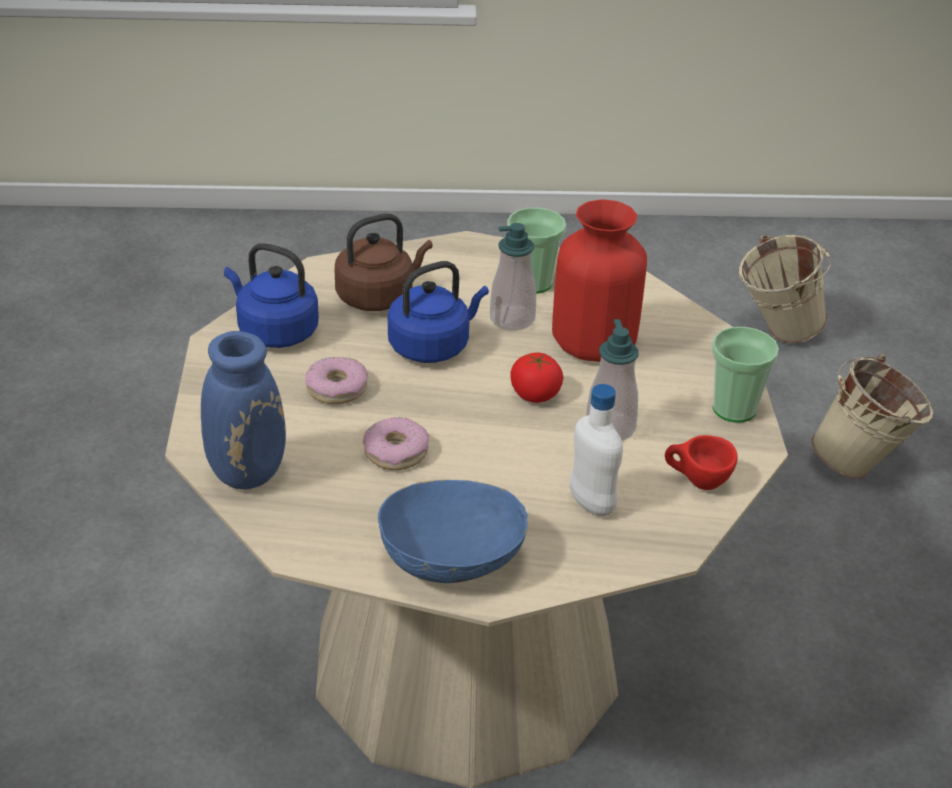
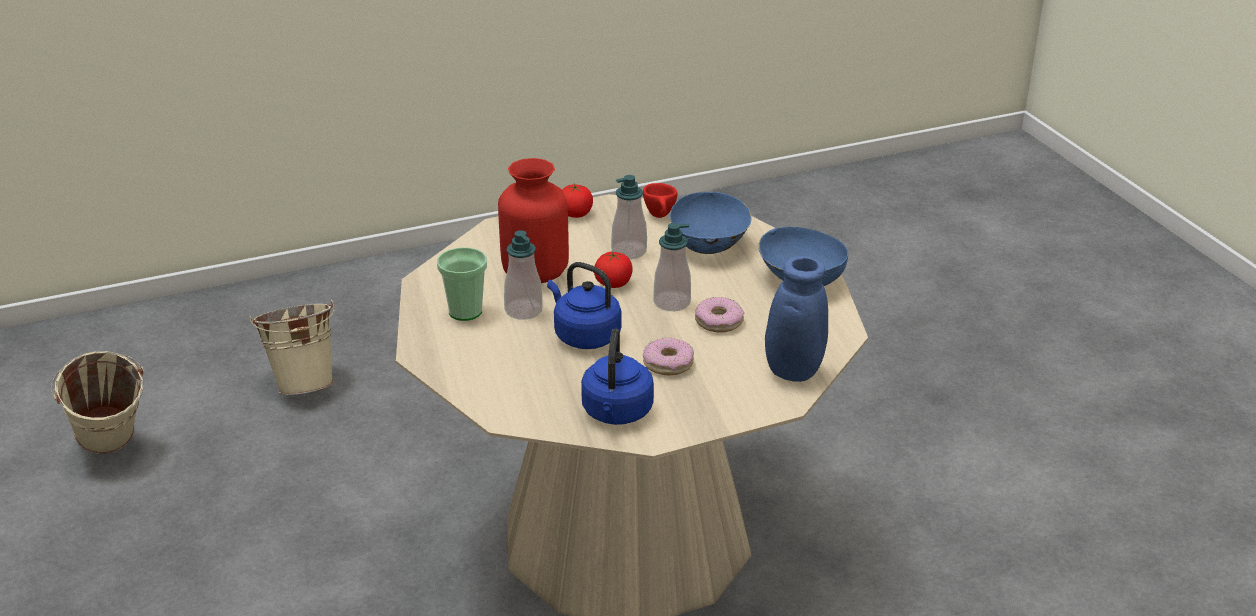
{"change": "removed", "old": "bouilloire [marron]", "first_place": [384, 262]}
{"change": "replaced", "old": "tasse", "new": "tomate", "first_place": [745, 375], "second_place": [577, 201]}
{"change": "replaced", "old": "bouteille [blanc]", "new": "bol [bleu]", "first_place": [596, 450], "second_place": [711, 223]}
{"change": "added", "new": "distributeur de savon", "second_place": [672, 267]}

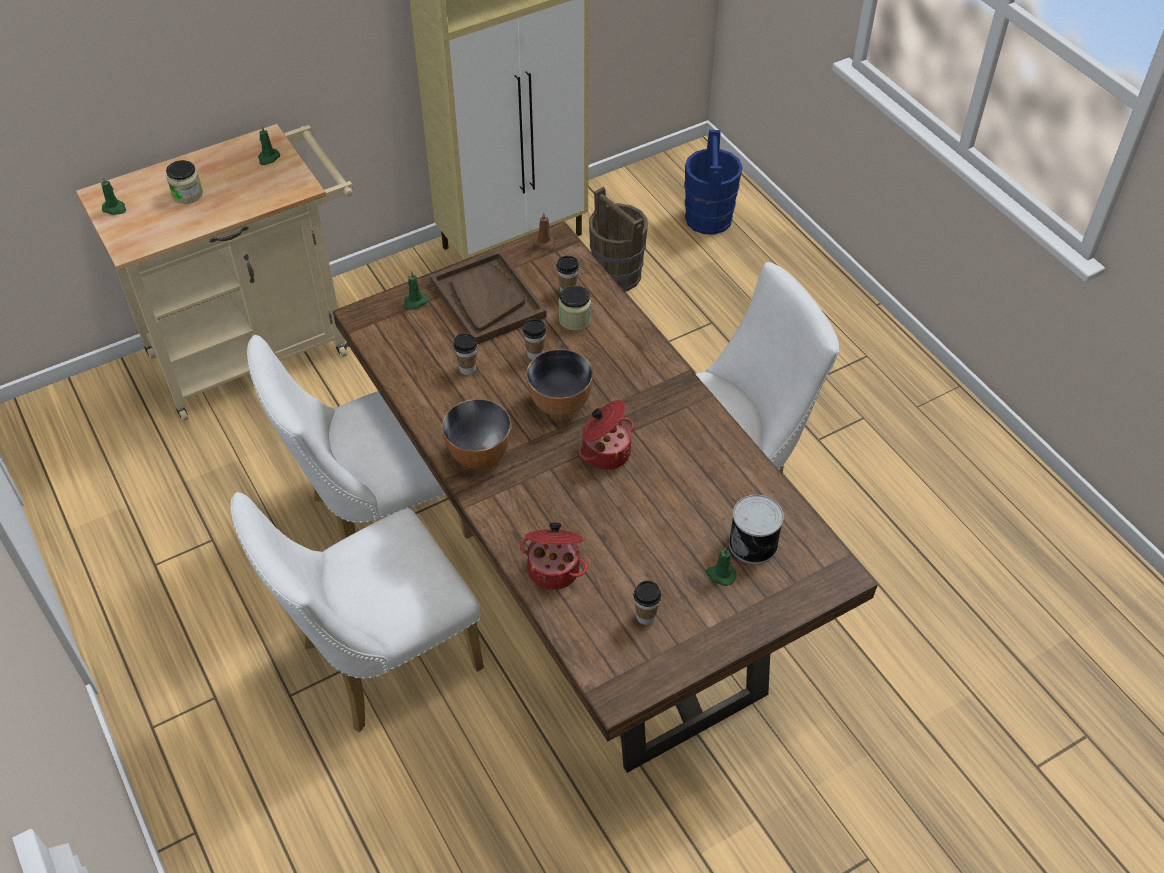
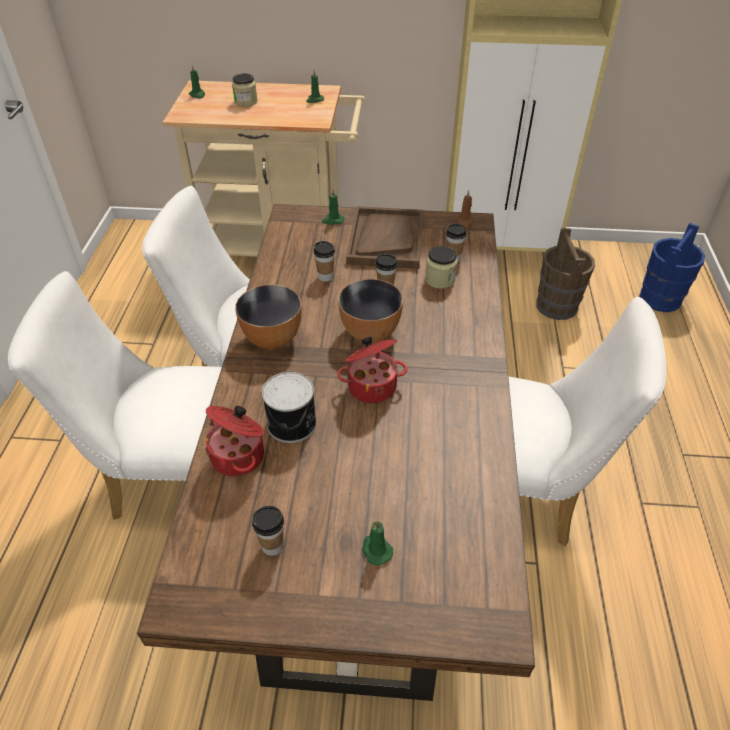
{"change": "moved", "old": "boîte métallique", "first_place": [756, 529], "second_place": [289, 407]}

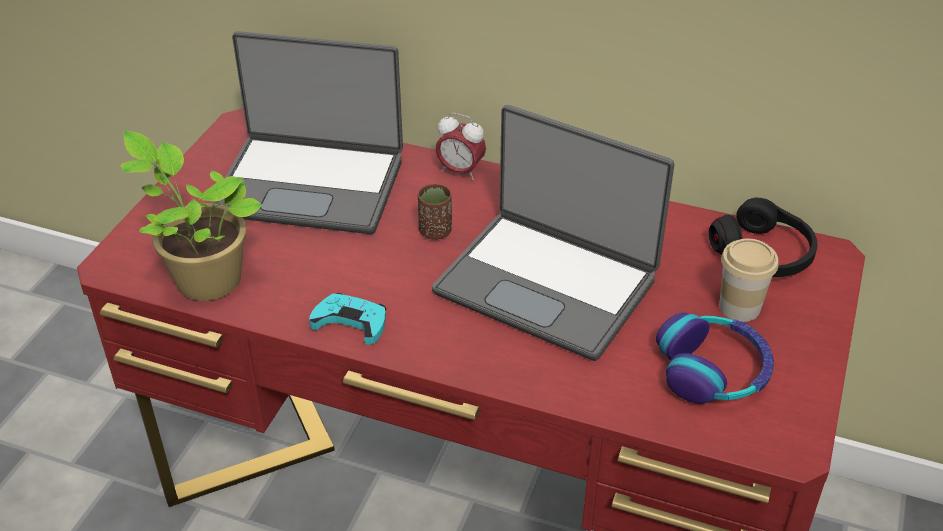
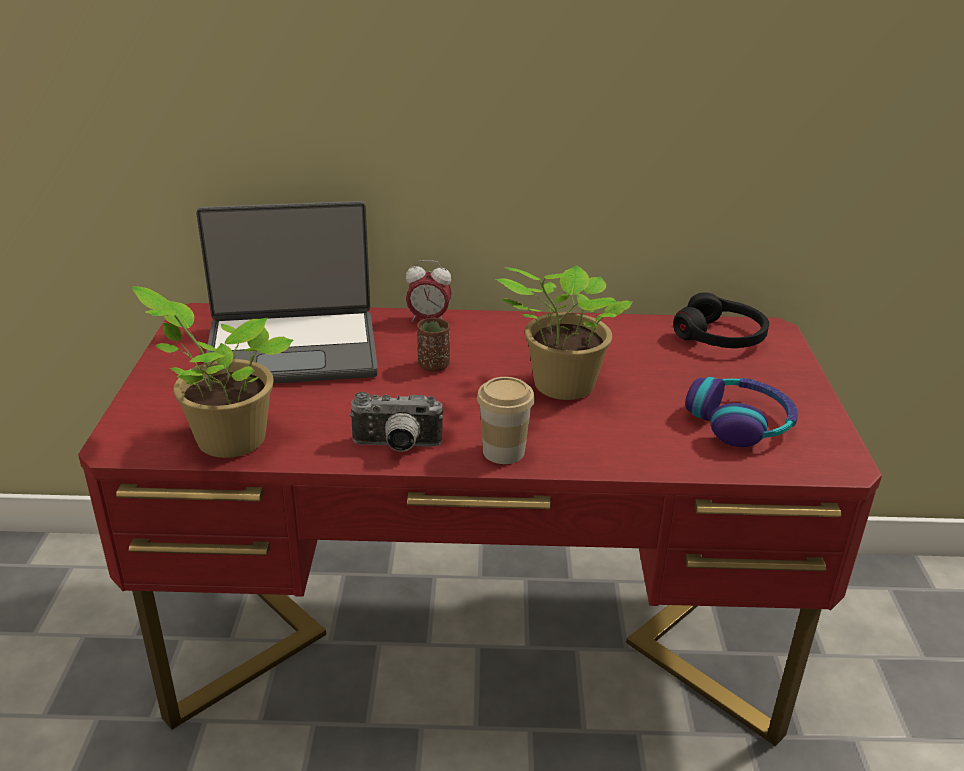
{"change": "replaced", "old": "ordinateur portable", "new": "plante en pot", "first_place": [553, 233], "second_place": [564, 332]}
{"change": "moved", "old": "tasse", "first_place": [748, 280], "second_place": [506, 420]}
{"change": "replaced", "old": "manette [turquoise]", "new": "appareil photo", "first_place": [347, 318], "second_place": [396, 422]}

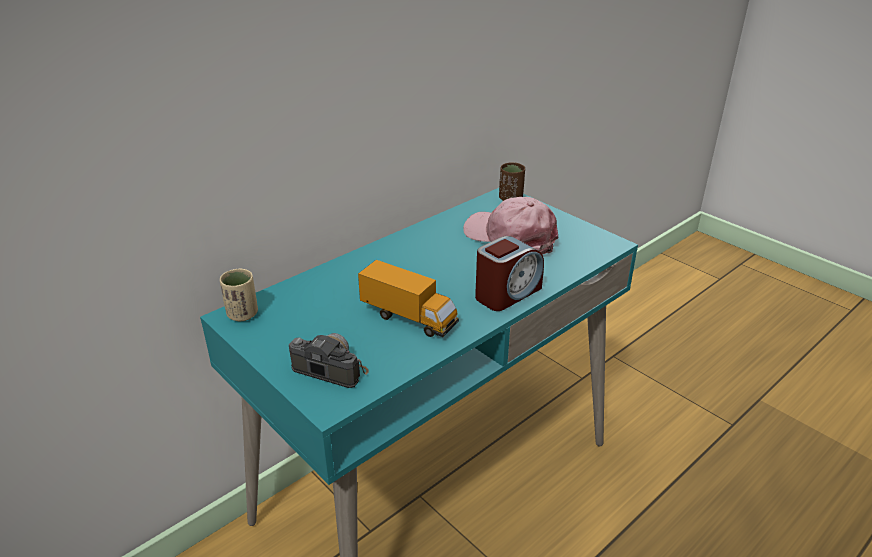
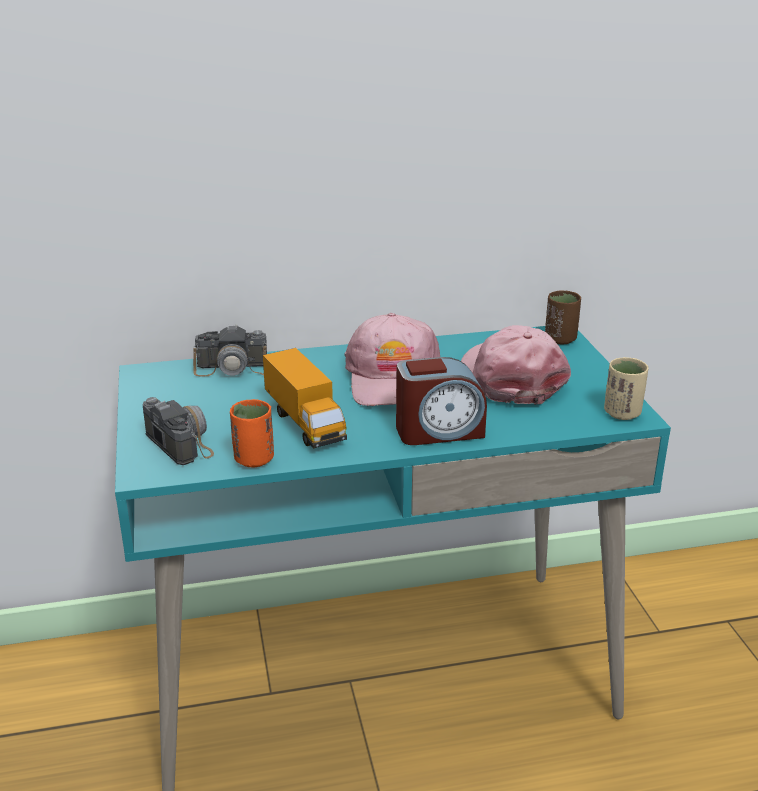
{"change": "moved", "old": "tasse [beige]", "first_place": [239, 294], "second_place": [626, 388]}
{"change": "added", "new": "casquette [rose]", "second_place": [392, 359]}
{"change": "added", "new": "appareil photo", "second_place": [230, 350]}
{"change": "added", "new": "tasse [orange]", "second_place": [252, 433]}

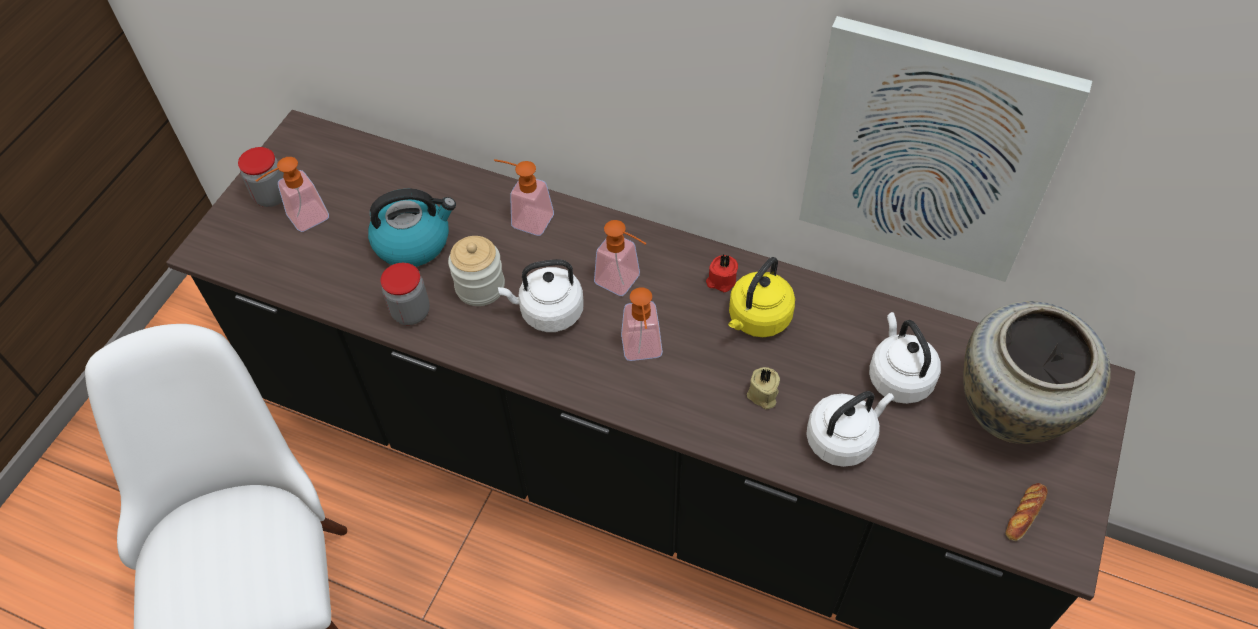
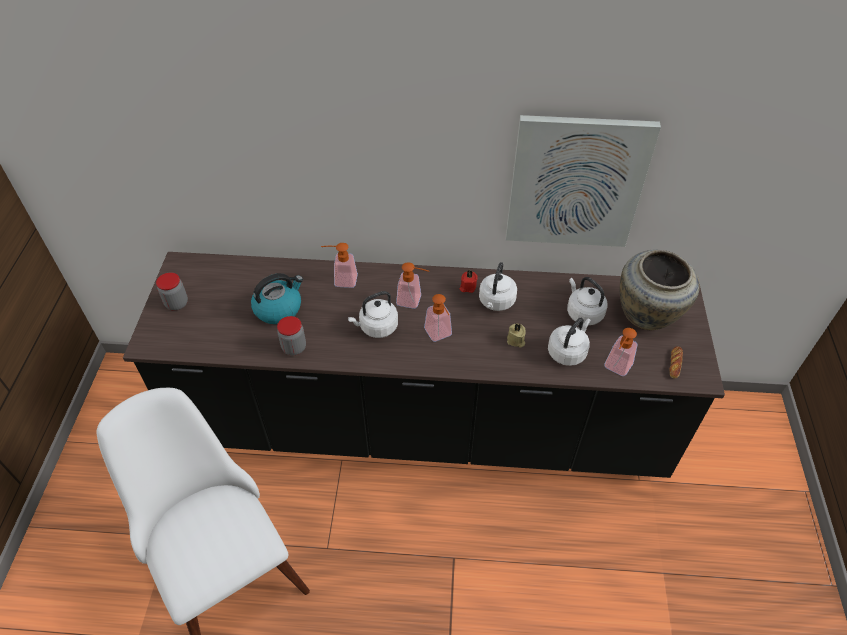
{"change": "moved", "old": "distributeur de savon", "first_place": [292, 194], "second_place": [620, 352]}
{"change": "removed", "old": "bocal", "first_place": [476, 271]}
{"change": "recoloured", "old": "bouilloire [jaune]", "new": "bouilloire [blanc]", "first_place": [761, 297], "second_place": [498, 286]}

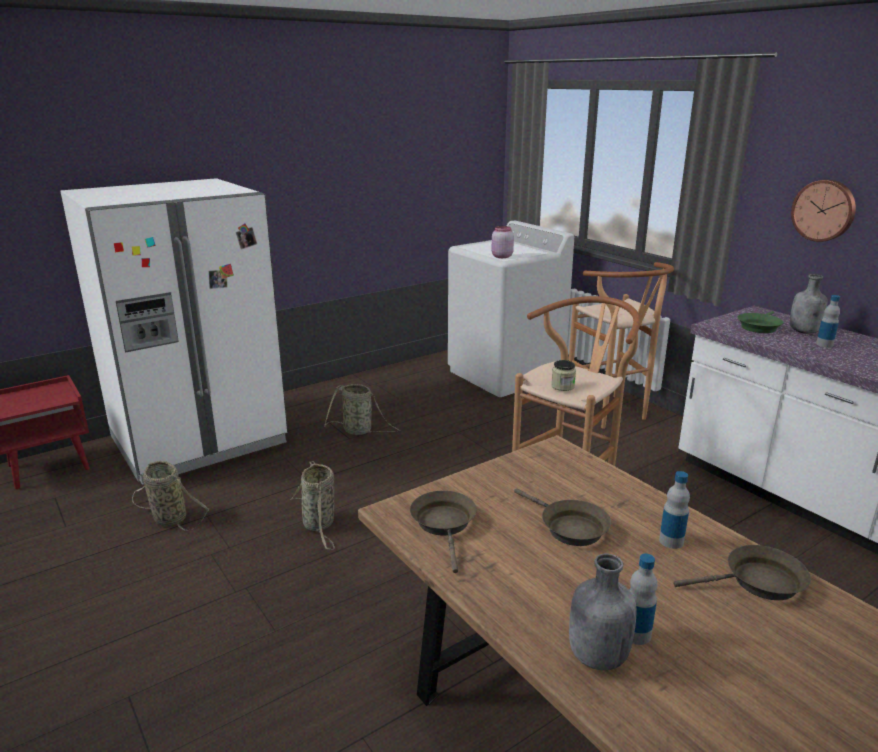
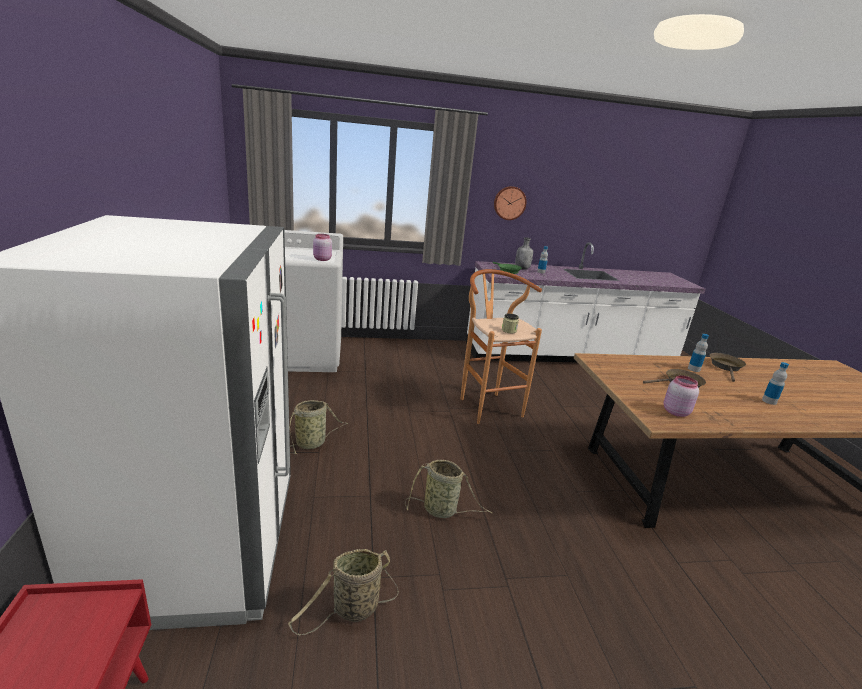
{"change": "removed", "old": "tabouret [marron]", "first_place": [620, 345]}
{"change": "replaced", "old": "poêle [marron]", "new": "bocal [rose]", "first_place": [443, 532], "second_place": [681, 396]}
{"change": "removed", "old": "bouteille [gris]", "first_place": [603, 611]}

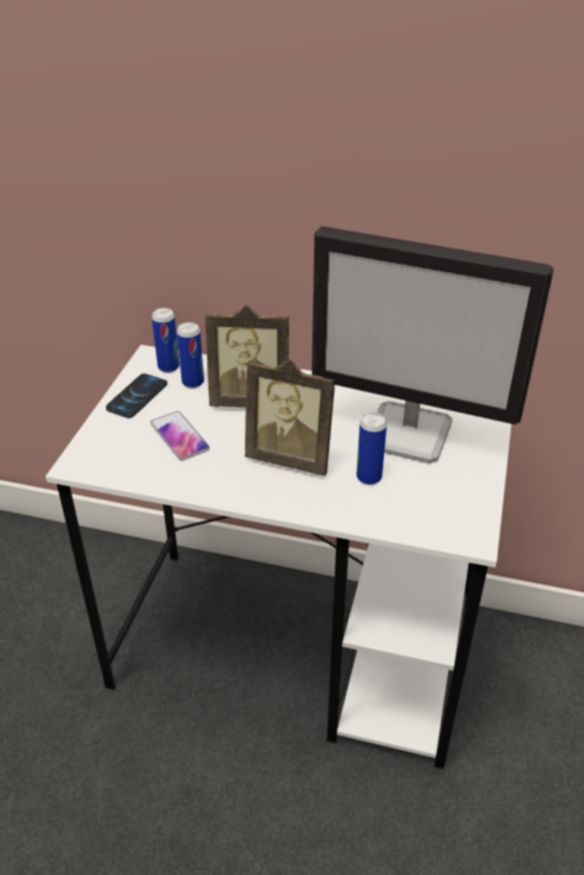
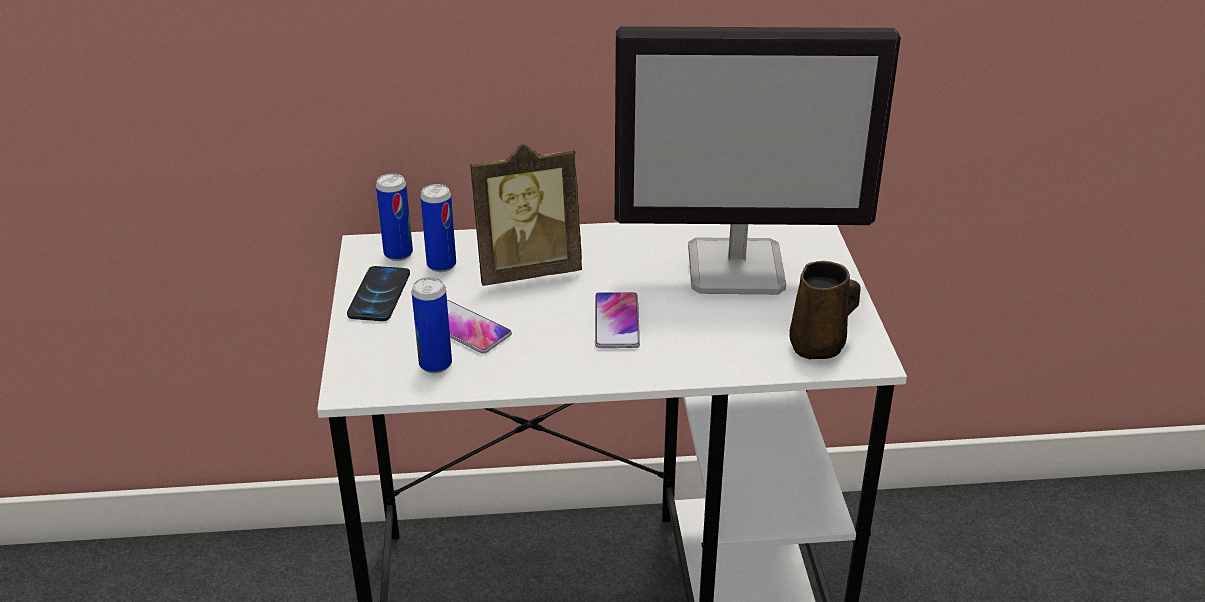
{"change": "replaced", "old": "cadre photo", "new": "téléphone", "first_place": [290, 417], "second_place": [617, 320]}
{"change": "moved", "old": "boîte métallique", "first_place": [371, 448], "second_place": [432, 325]}
{"change": "added", "new": "mug [marron]", "second_place": [825, 310]}

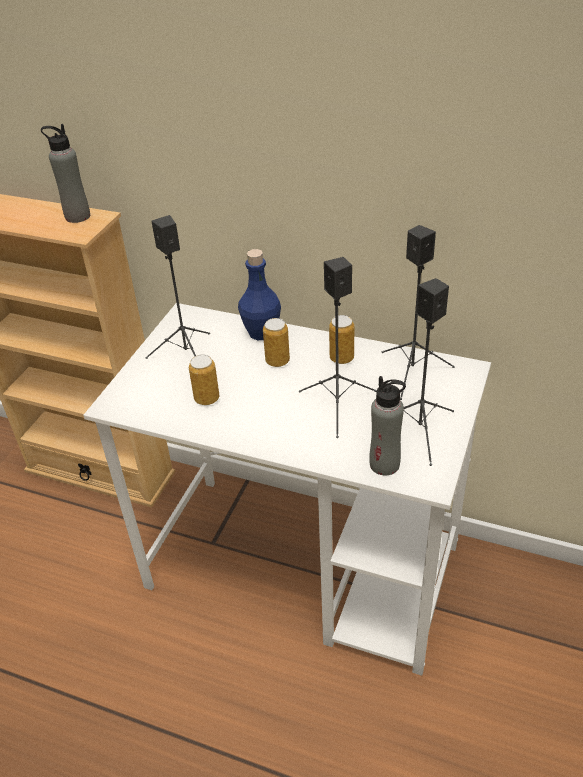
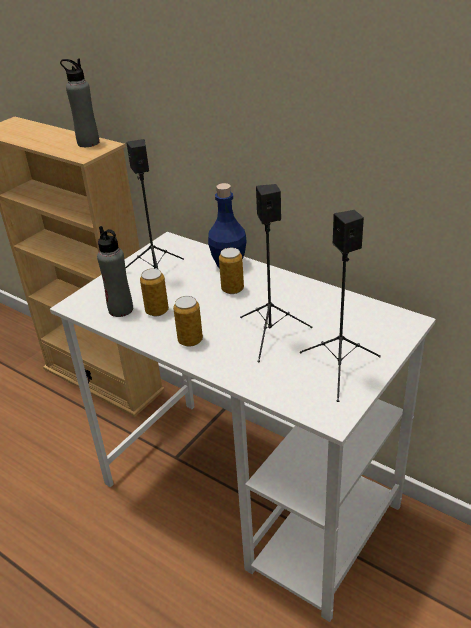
{"change": "removed", "old": "enceinte [noir]", "first_place": [418, 312]}
{"change": "moved", "old": "boîte métallique", "first_place": [341, 339], "second_place": [188, 321]}
{"change": "moved", "old": "bouteille [gris]", "first_place": [387, 425], "second_place": [115, 271]}

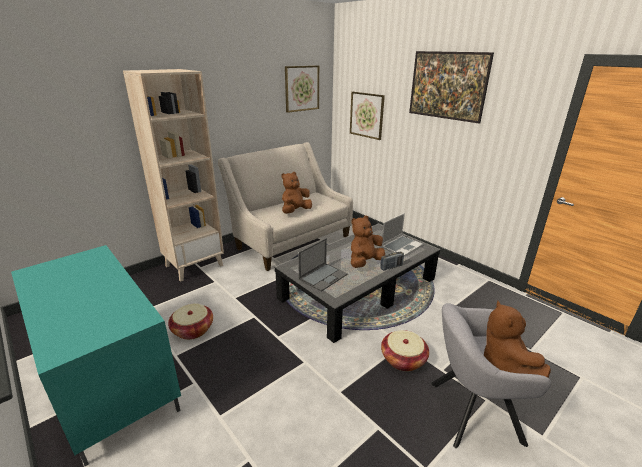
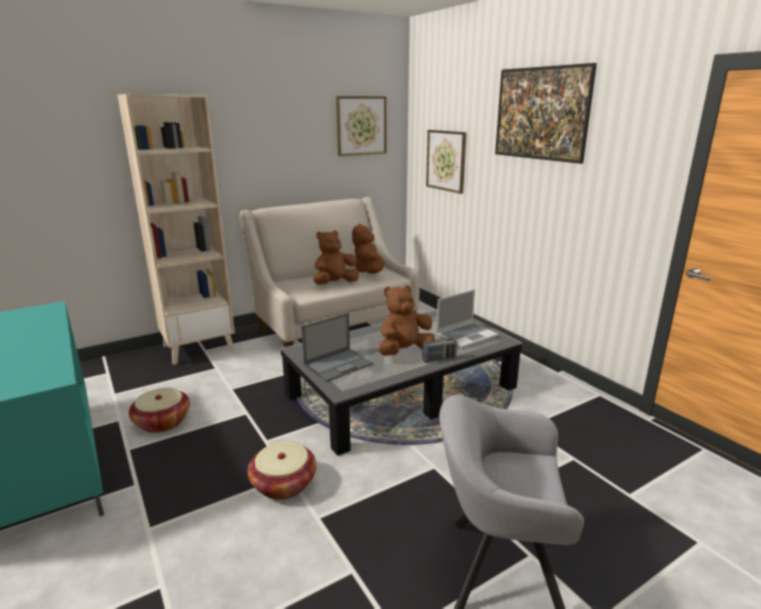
{"change": "moved", "old": "peluche [marron]", "first_place": [517, 339], "second_place": [368, 248]}
{"change": "moved", "old": "panier", "first_place": [405, 350], "second_place": [282, 471]}

